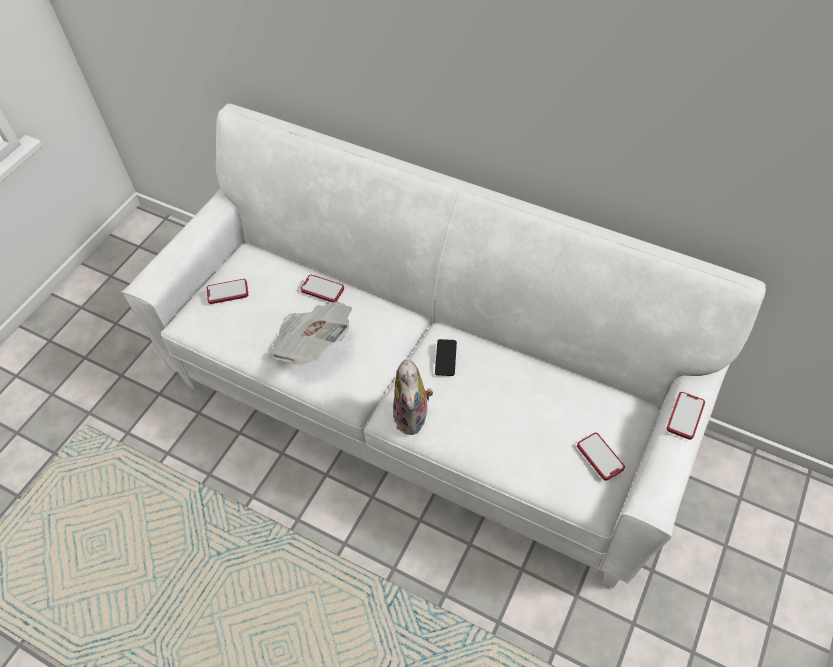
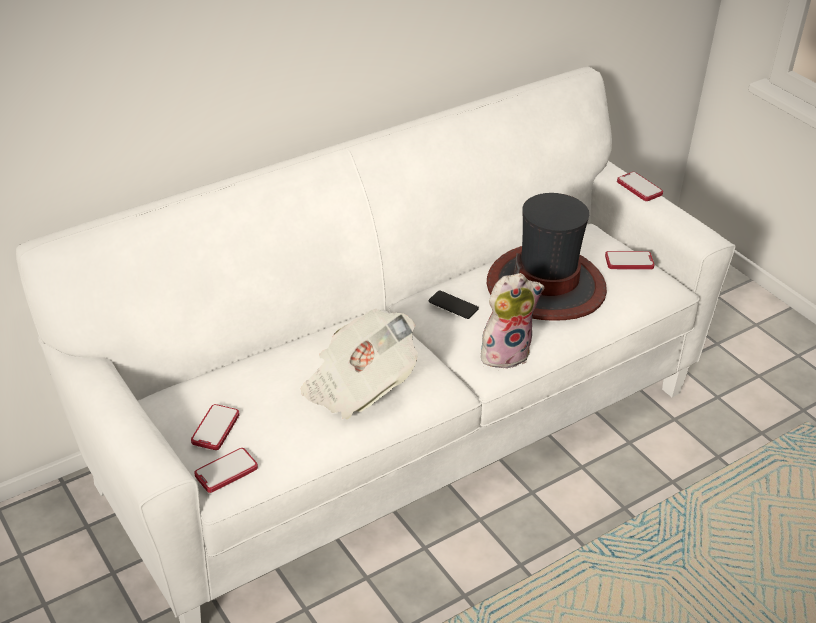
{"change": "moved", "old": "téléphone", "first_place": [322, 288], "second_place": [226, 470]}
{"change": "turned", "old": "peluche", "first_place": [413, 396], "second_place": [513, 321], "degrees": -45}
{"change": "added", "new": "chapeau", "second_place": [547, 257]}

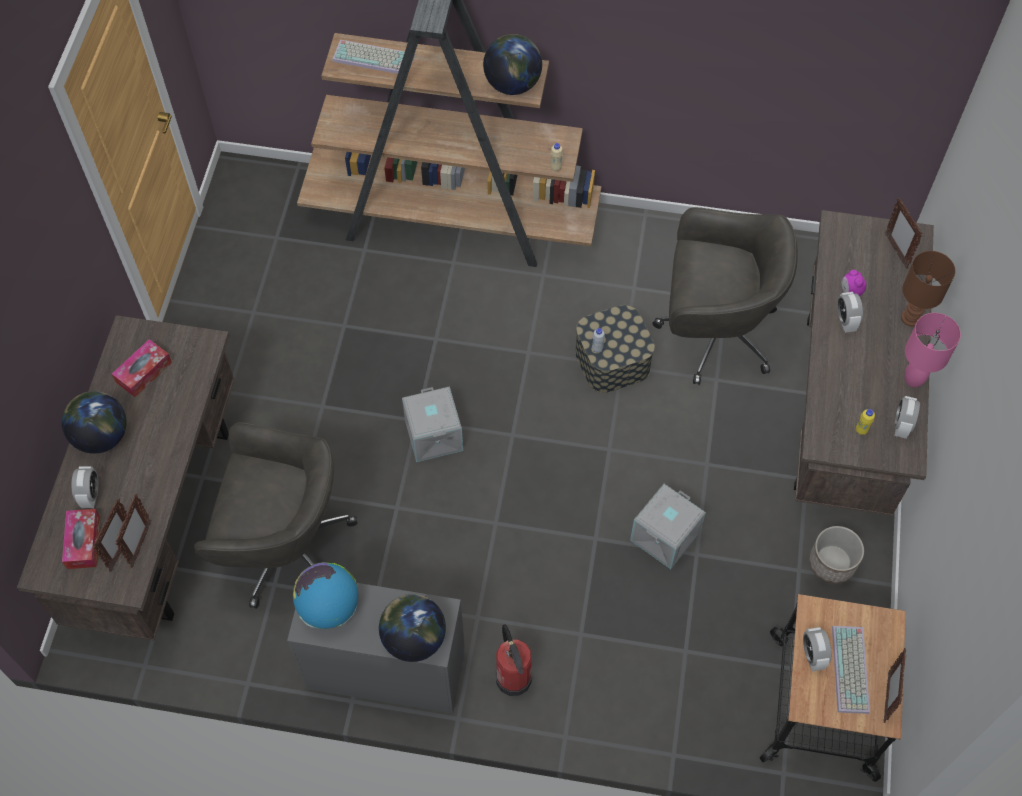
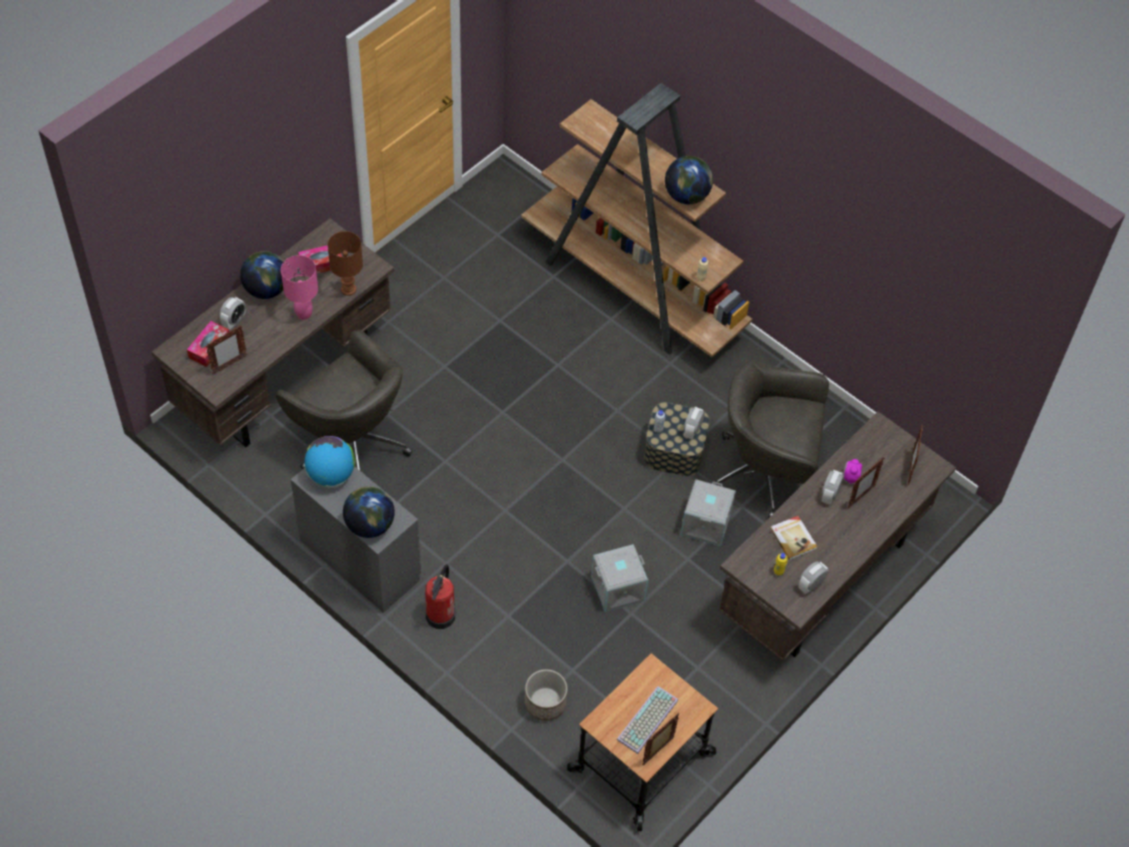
{"change": "removed", "old": "clavier", "first_place": [373, 57]}
{"change": "turned", "old": "chaise de bureau [gris]", "first_place": [725, 296], "second_place": [770, 439], "degrees": 150}
{"change": "moved", "old": "lampe de table [marron]", "first_place": [928, 289], "second_place": [345, 263]}
{"change": "moved", "old": "lampe de table [rose]", "first_place": [933, 350], "second_place": [299, 287]}
{"change": "moved", "old": "boîte de rangement [gris]", "first_place": [432, 424], "second_place": [708, 512]}
{"change": "moved", "old": "cadre photo", "first_place": [133, 531], "second_place": [865, 482]}
{"change": "moved", "old": "cache-pot", "first_place": [836, 555], "second_place": [546, 695]}
{"change": "moved", "old": "réveil", "first_place": [817, 649], "second_place": [694, 423]}
{"change": "added", "new": "livre", "second_place": [794, 538]}

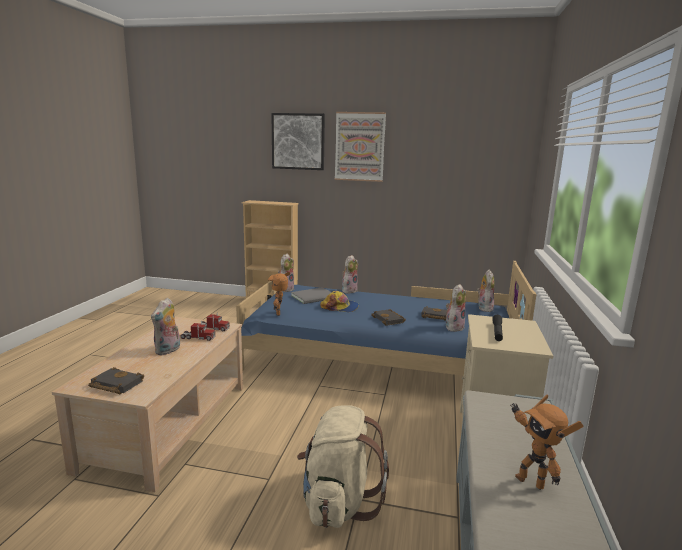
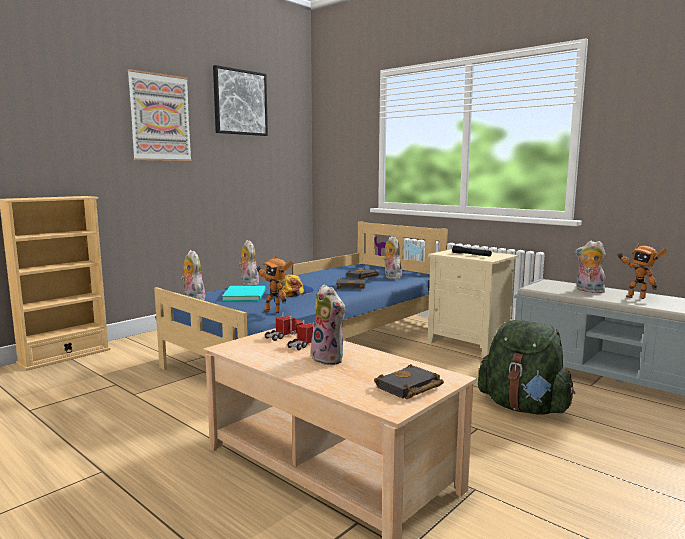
{"change": "moved", "old": "tableau", "first_place": [298, 141], "second_place": [240, 100]}
{"change": "moved", "old": "peluche", "first_place": [485, 291], "second_place": [590, 267]}
{"change": "recoloured", "old": "livre [gris]", "new": "livre [turquoise]", "first_place": [311, 295], "second_place": [244, 293]}
{"change": "turned", "old": "robot jouet", "first_place": [546, 442], "second_place": [642, 271], "degrees": 45}
{"change": "recoloured", "old": "sac à dos [beige]", "new": "sac à dos [vert]", "first_place": [343, 466], "second_place": [526, 367]}

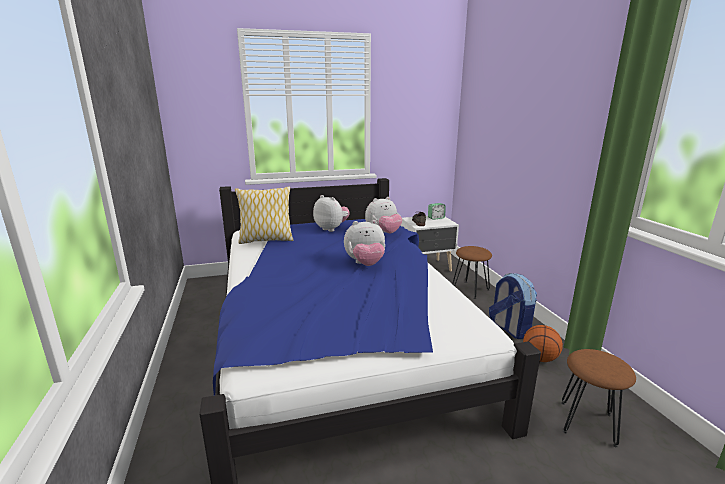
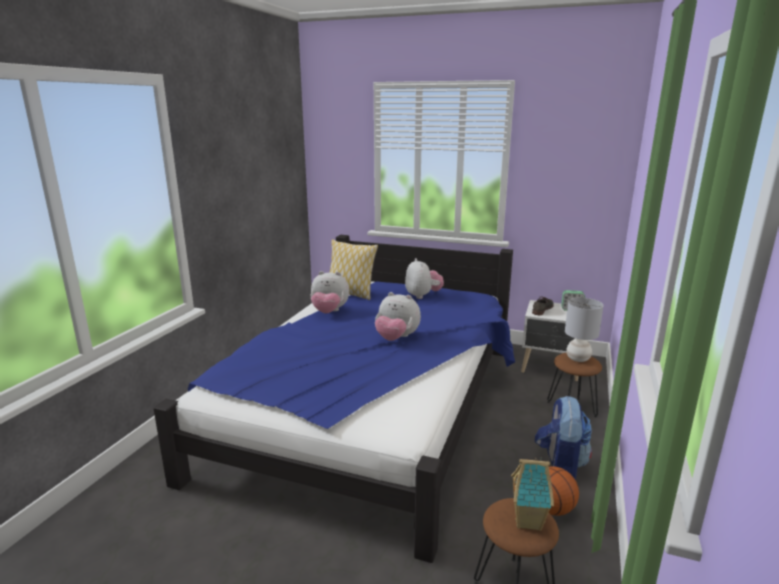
{"change": "moved", "old": "peluche", "first_place": [383, 215], "second_place": [330, 292]}
{"change": "added", "new": "lampe de table [gris]", "second_place": [584, 330]}
{"change": "added", "new": "maison miniature", "second_place": [532, 493]}

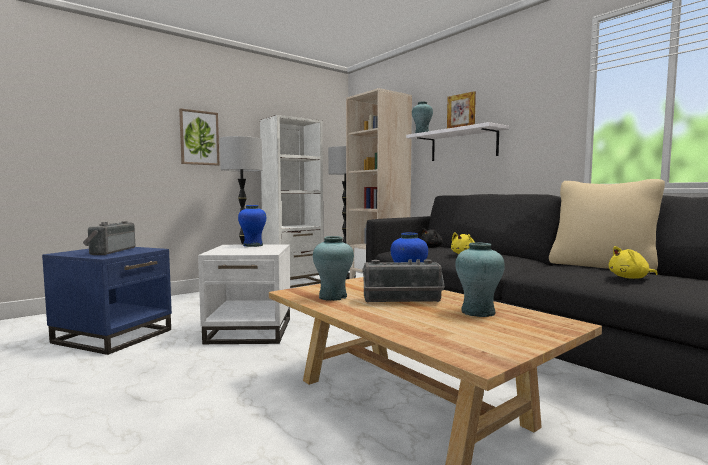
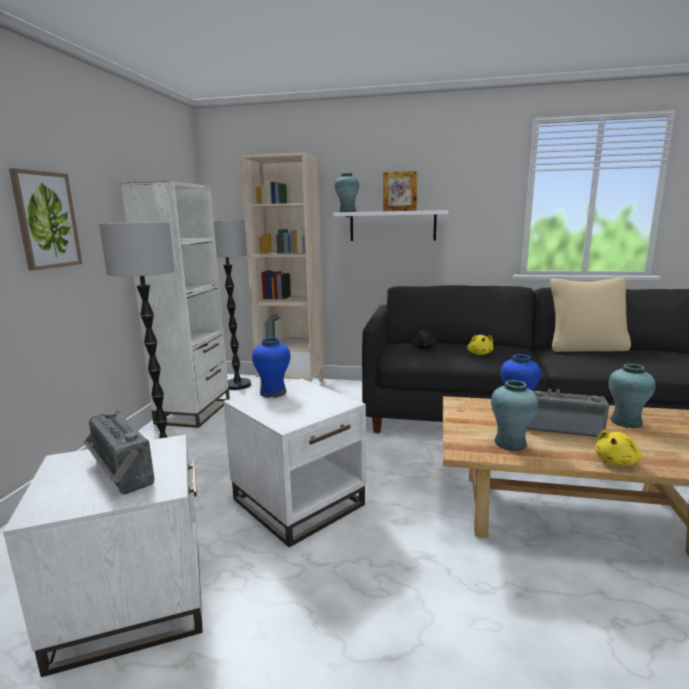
{"change": "moved", "old": "peluche [jaune]", "first_place": [633, 262], "second_place": [618, 448]}
{"change": "recoloured", "old": "table d'appoint [bleu]", "new": "table d'appoint [blanc]", "first_place": [107, 301], "second_place": [103, 556]}
{"change": "turned", "old": "radio", "first_place": [404, 281], "second_place": [568, 413], "degrees": -120}

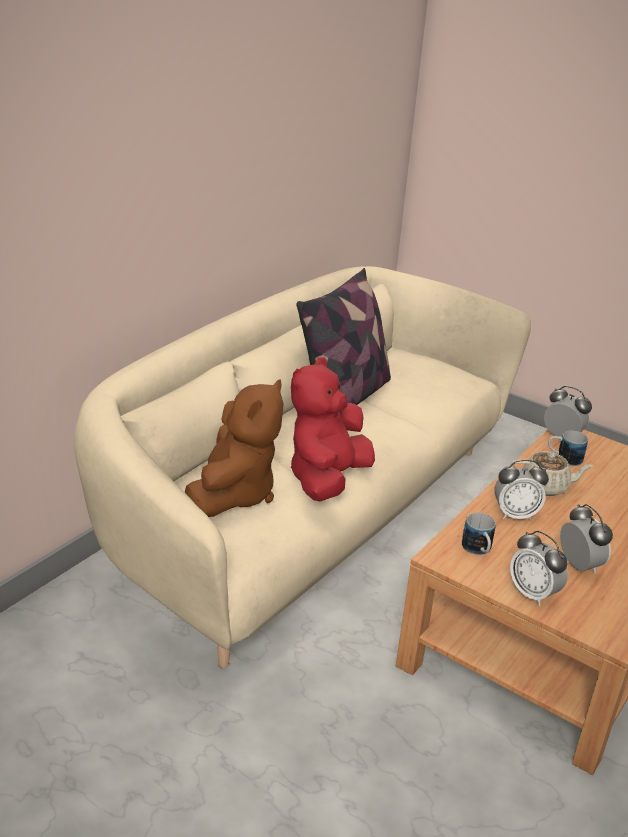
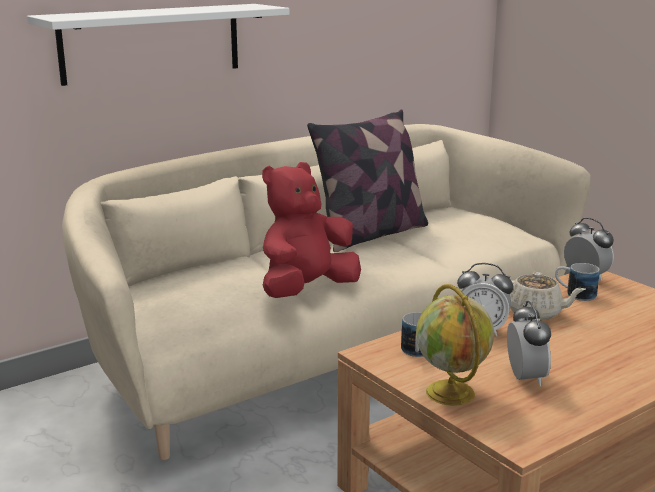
{"change": "removed", "old": "peluche [marron]", "first_place": [234, 448]}
{"change": "replaced", "old": "réveil", "new": "globe", "first_place": [539, 568], "second_place": [455, 345]}
{"change": "added", "new": "étagère [blanc]", "second_place": [158, 45]}

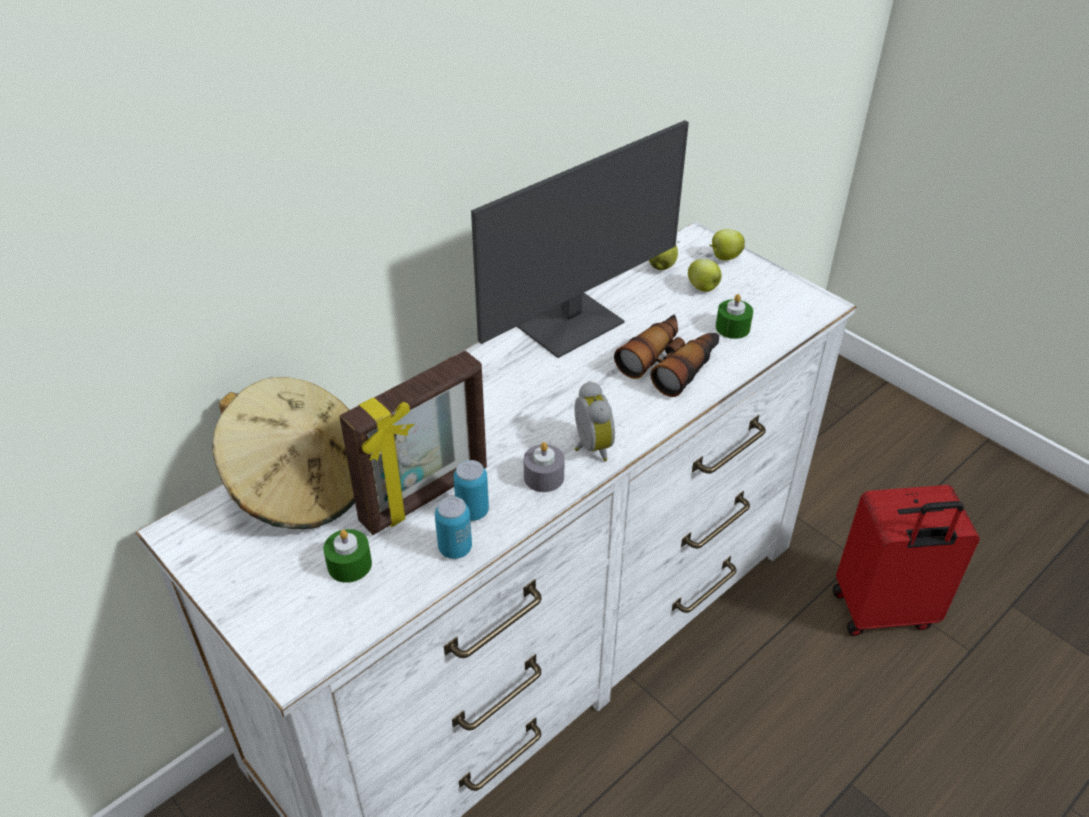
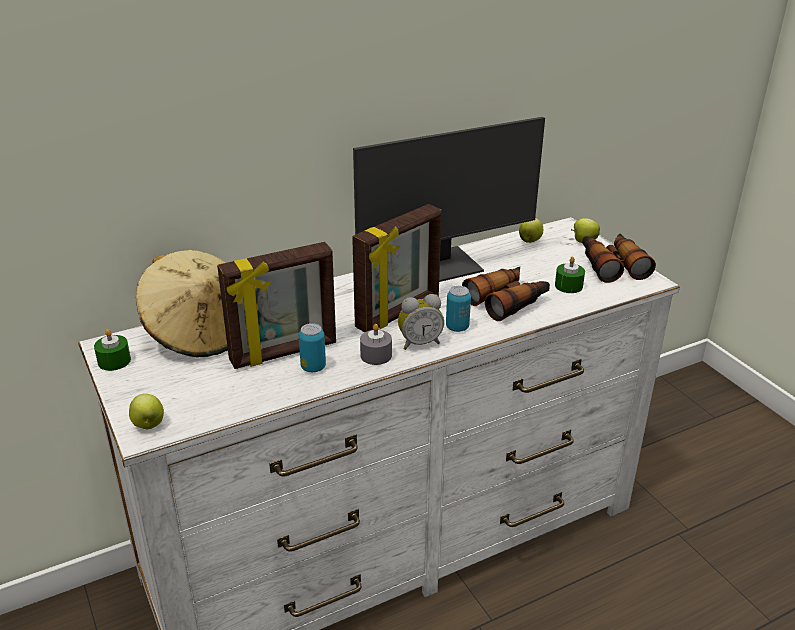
{"change": "moved", "old": "pomme", "first_place": [705, 275], "second_place": [146, 411]}
{"change": "turned", "old": "réveil", "first_place": [595, 421], "second_place": [421, 322], "degrees": 75}
{"change": "removed", "old": "valise [rouge]", "first_place": [906, 560]}
{"change": "moved", "old": "boîte métallique", "first_place": [453, 527], "second_place": [458, 309]}
{"change": "moved", "old": "bougie [vert]", "first_place": [347, 556], "second_place": [112, 350]}
{"change": "added", "new": "cadre photo", "second_place": [397, 268]}
{"change": "added", "new": "jumelles", "second_place": [619, 258]}

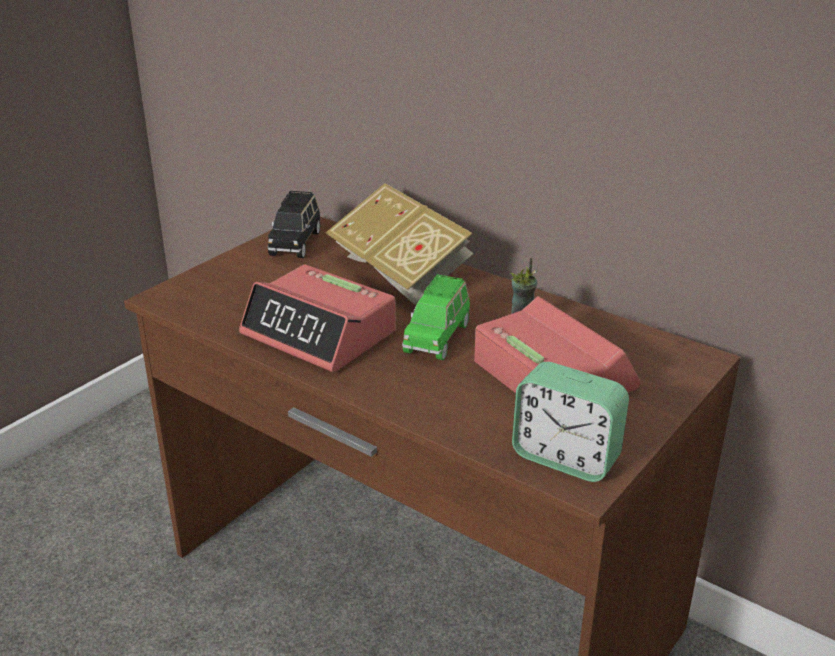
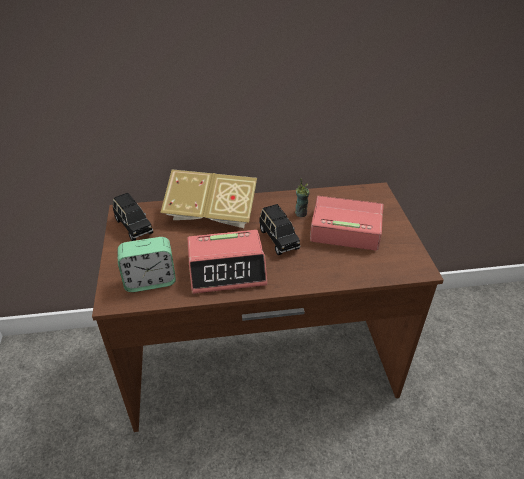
{"change": "recoloured", "old": "petite voiture [vert]", "new": "petite voiture [noir]", "first_place": [436, 317], "second_place": [279, 229]}
{"change": "moved", "old": "réveil", "first_place": [570, 422], "second_place": [147, 264]}

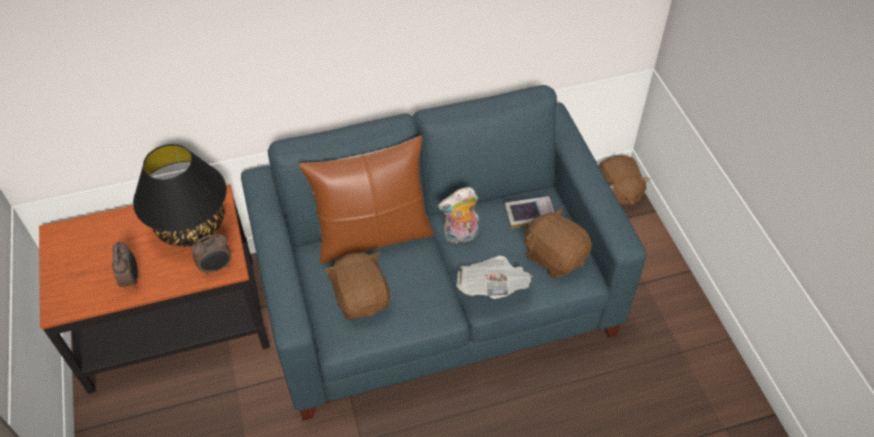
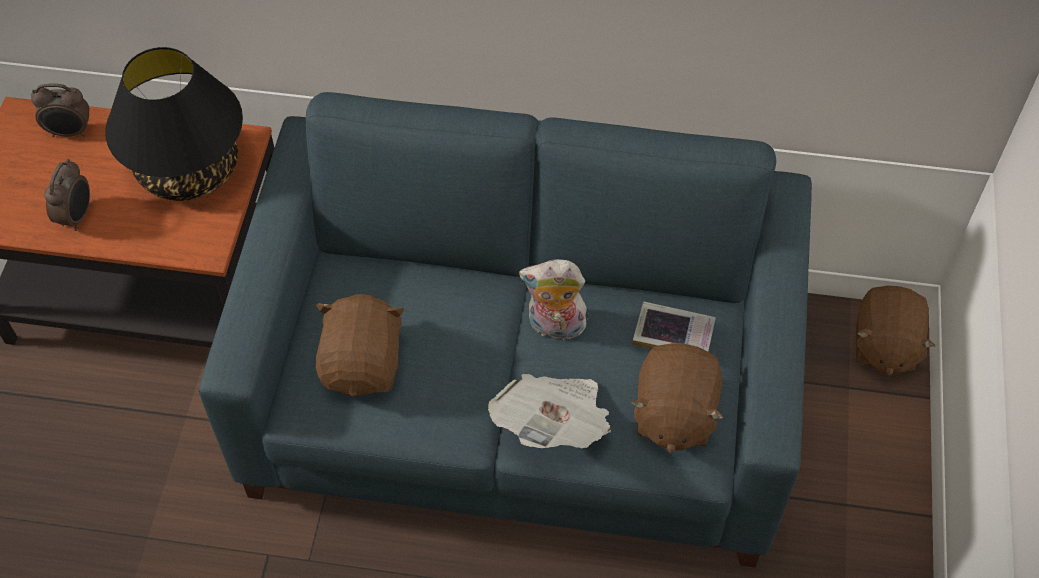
{"change": "removed", "old": "coussin [marron]", "first_place": [366, 199]}
{"change": "turned", "old": "peluche [marron]", "first_place": [558, 242], "second_place": [677, 398], "degrees": -150}
{"change": "moved", "old": "réveil", "first_place": [211, 254], "second_place": [60, 110]}

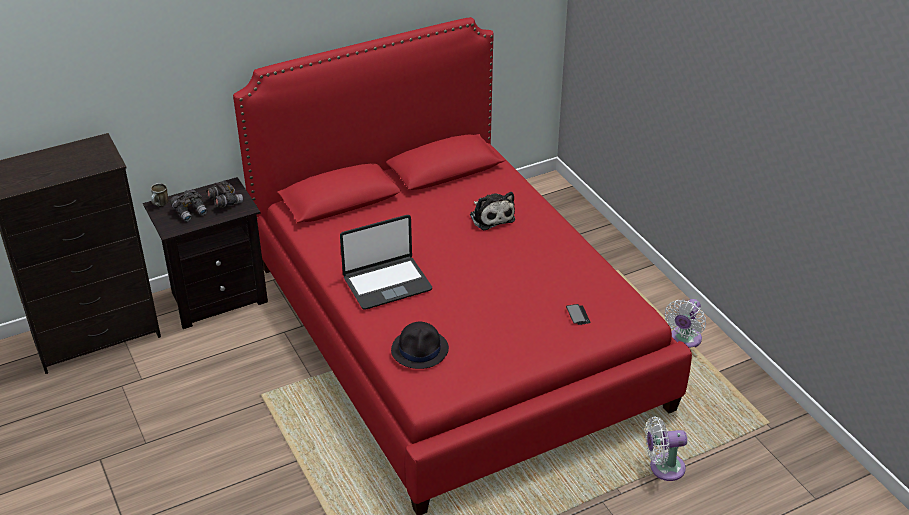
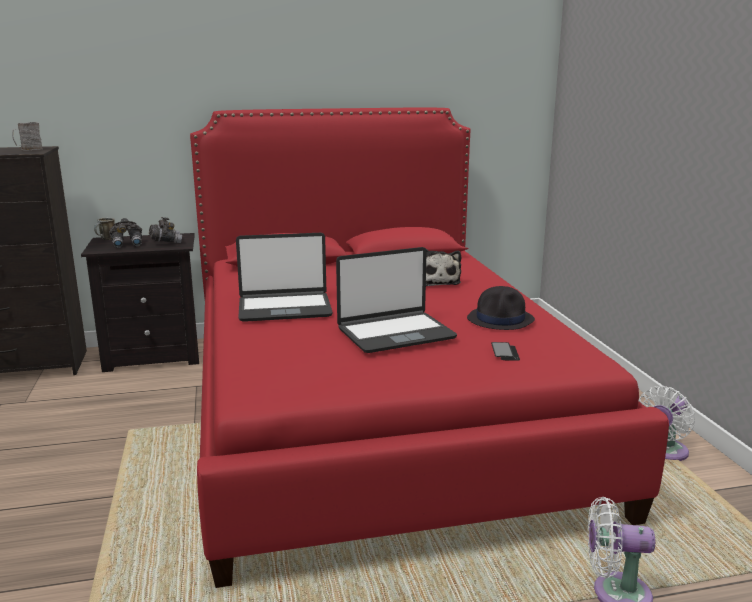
{"change": "moved", "old": "chapeau [noir]", "first_place": [420, 345], "second_place": [501, 308]}
{"change": "added", "new": "mug [gris]", "second_place": [27, 136]}
{"change": "added", "new": "ordinateur portable", "second_place": [396, 300]}

